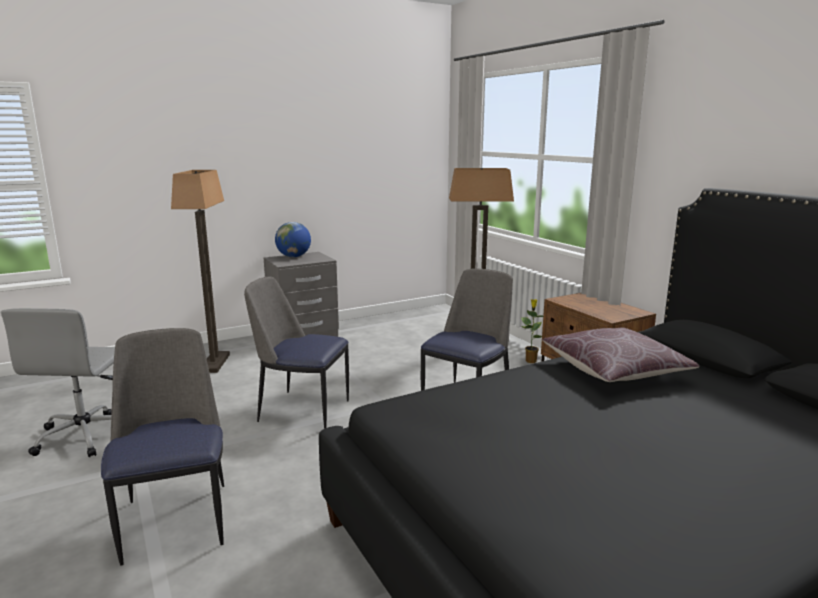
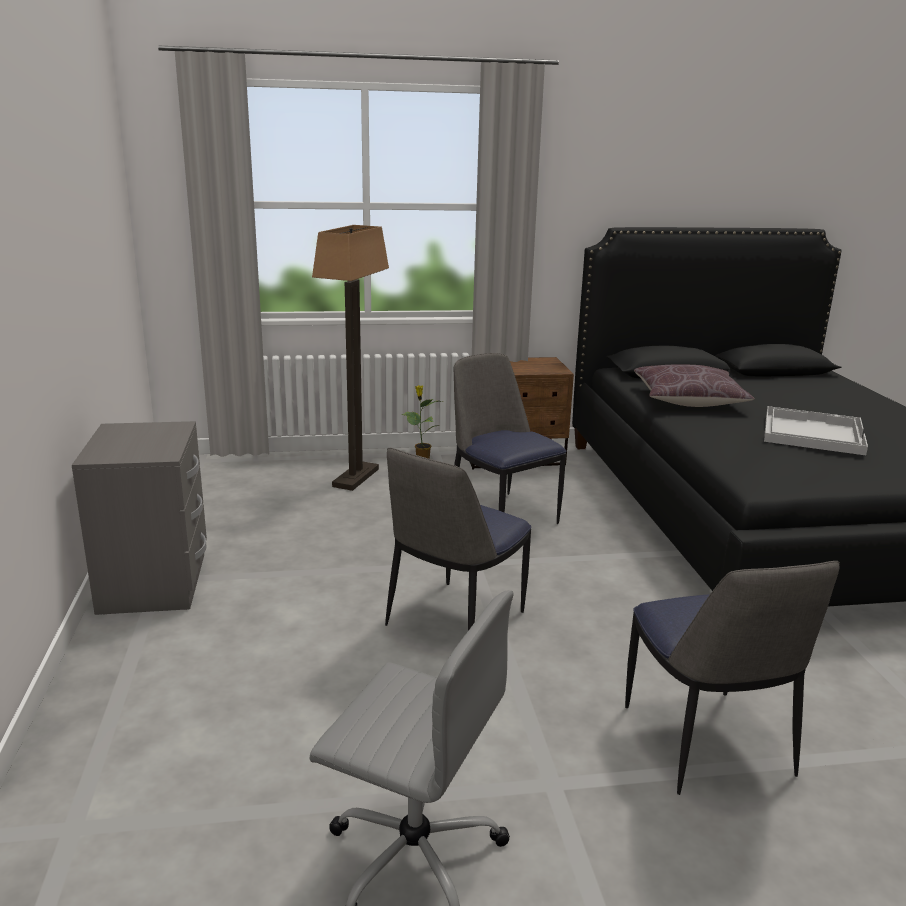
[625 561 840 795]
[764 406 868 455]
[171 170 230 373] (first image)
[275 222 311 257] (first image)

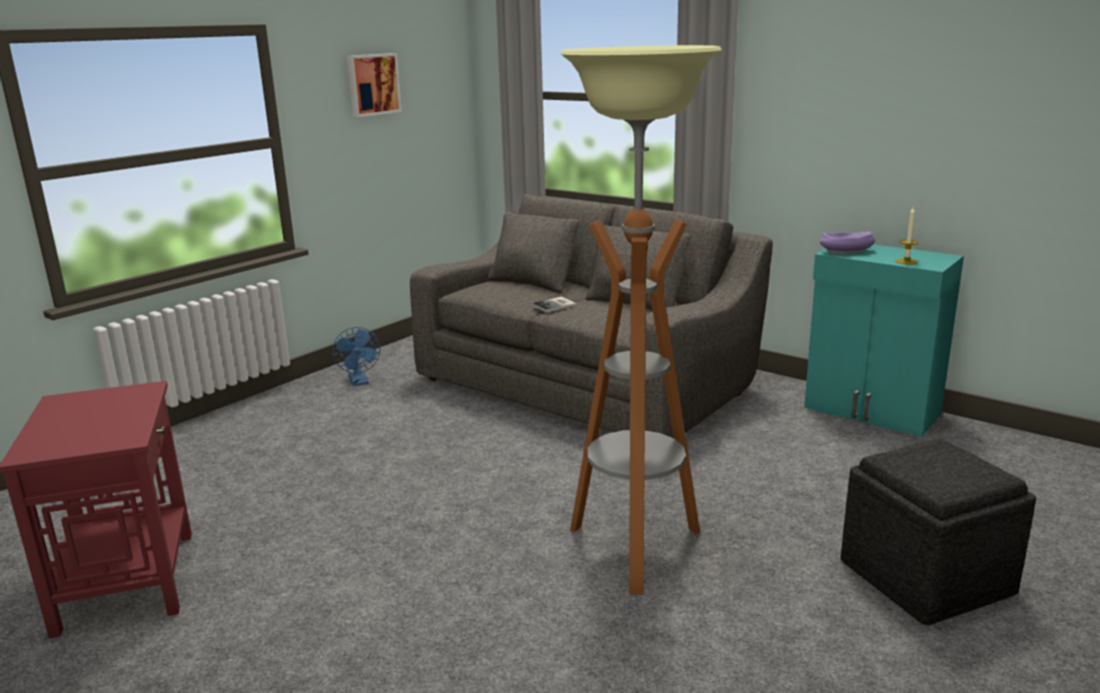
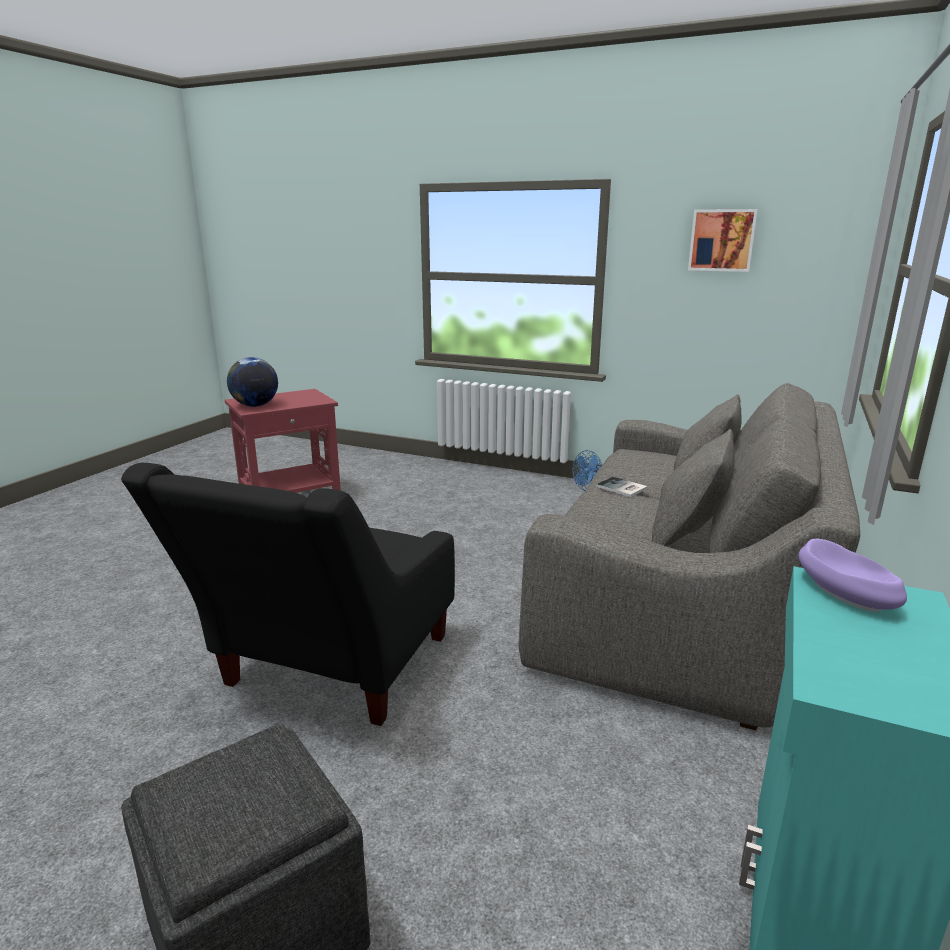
[121 463 455 726]
[227 357 278 407]
[896 207 919 265] (first image)

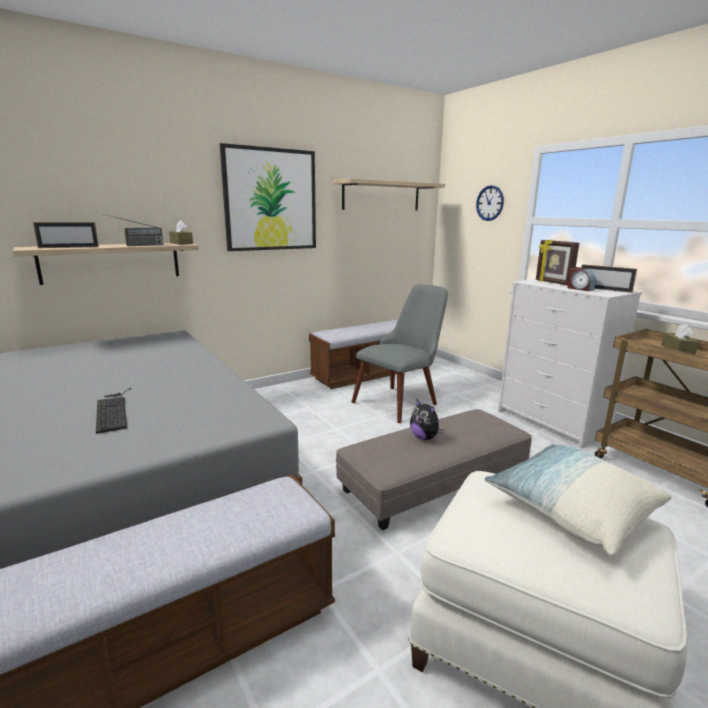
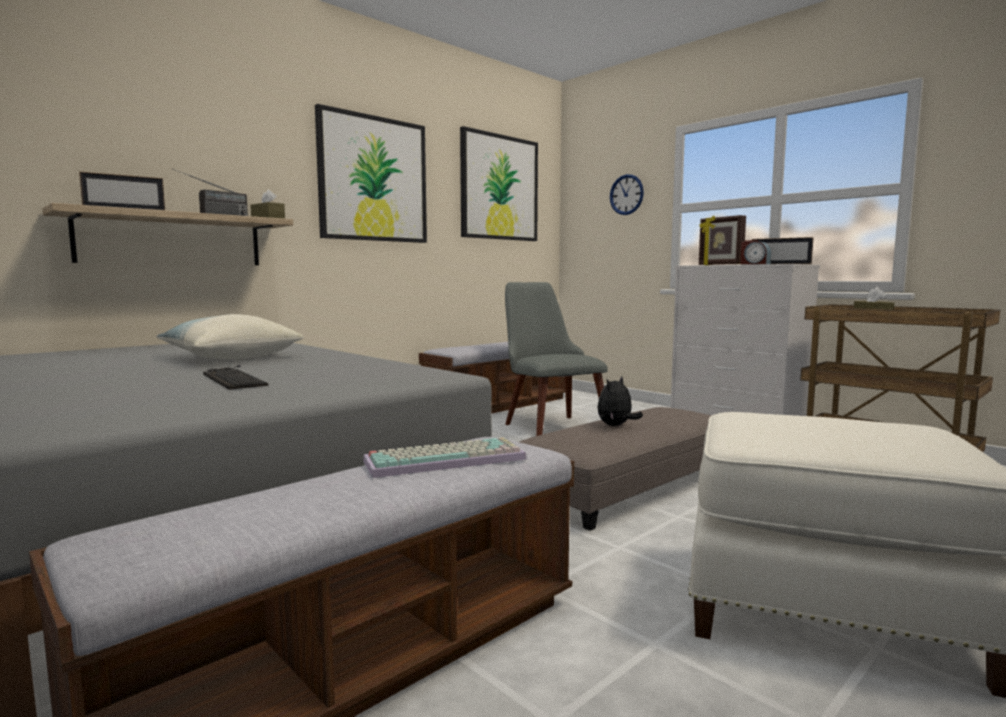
[156 314 304 360]
[363 437 527 478]
[460 126 538 241]
[505 282 608 436]
[597 376 643 426]

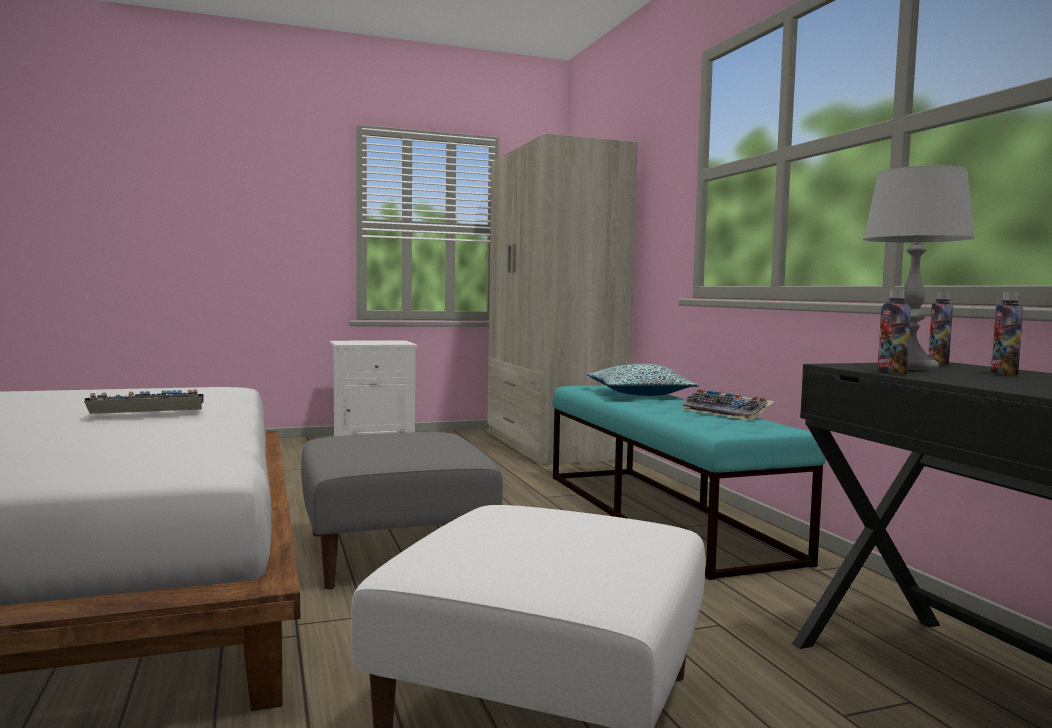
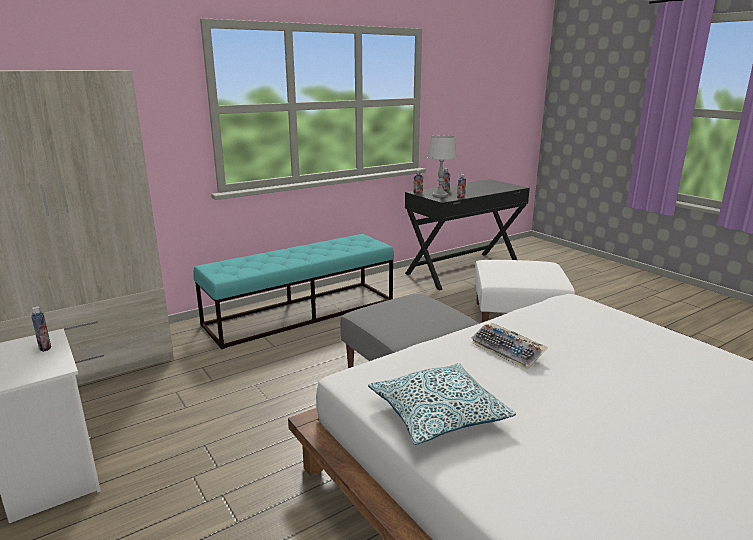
[31 306 51 352]
[368 363 516 445]
[680 389 775 421] (first image)

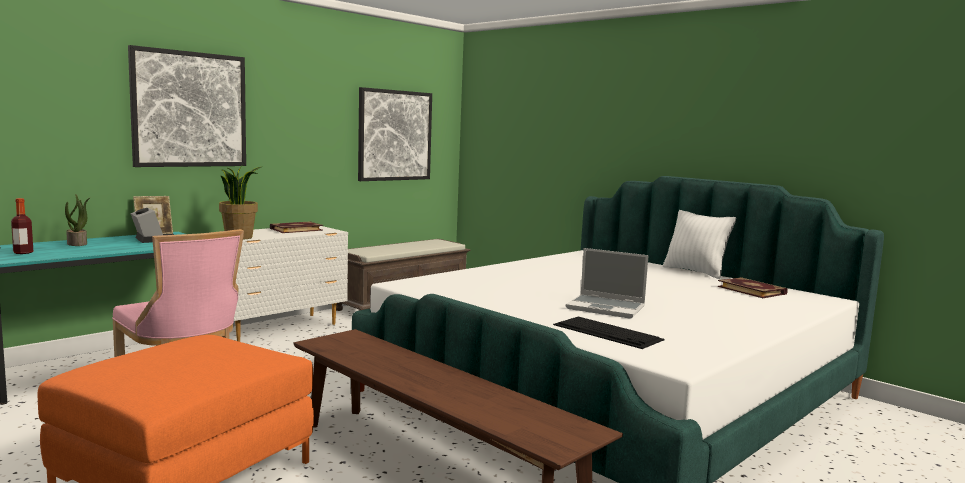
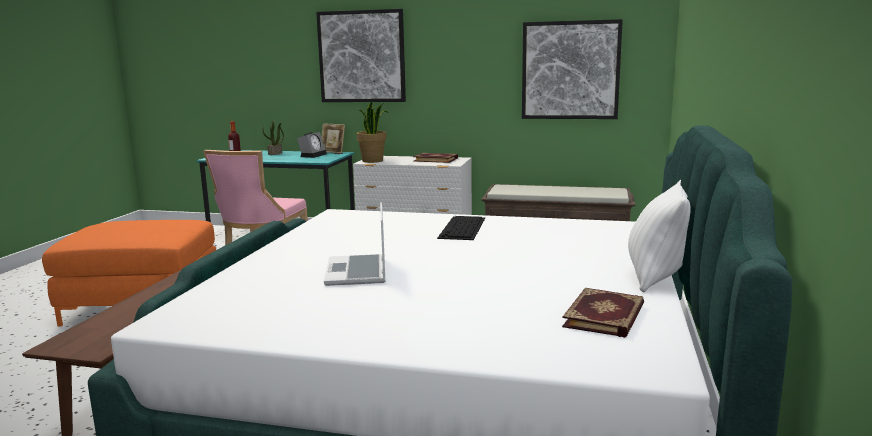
[437 216 485 240]

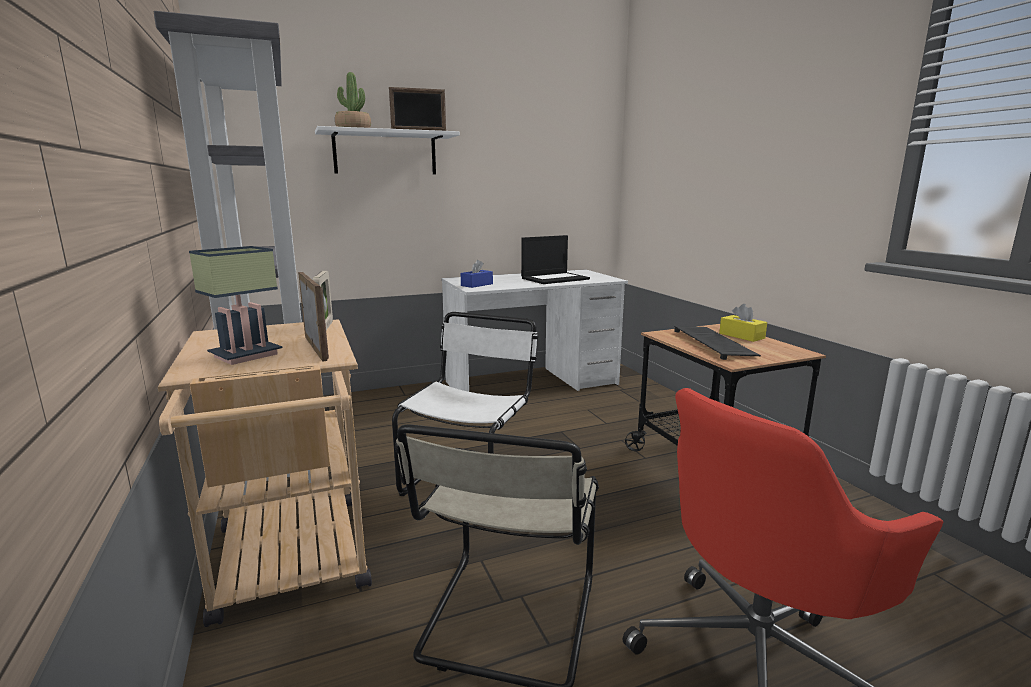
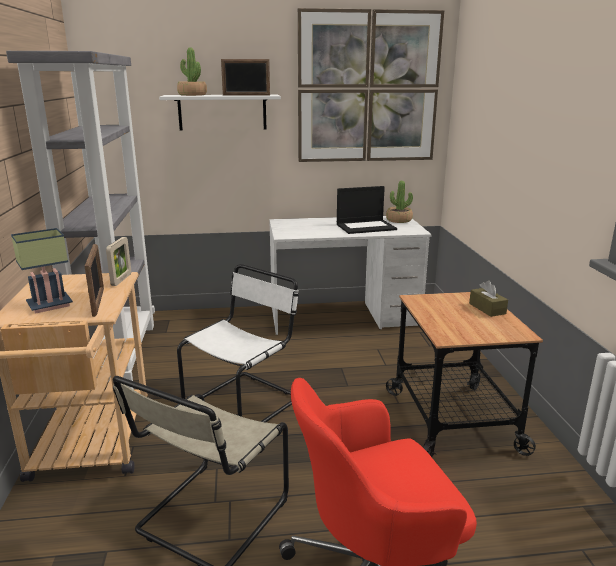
[298 8 444 162]
[386 181 413 223]
[469 280 508 317]
[461 260 493 288] (first image)
[674 326 761 360] (first image)

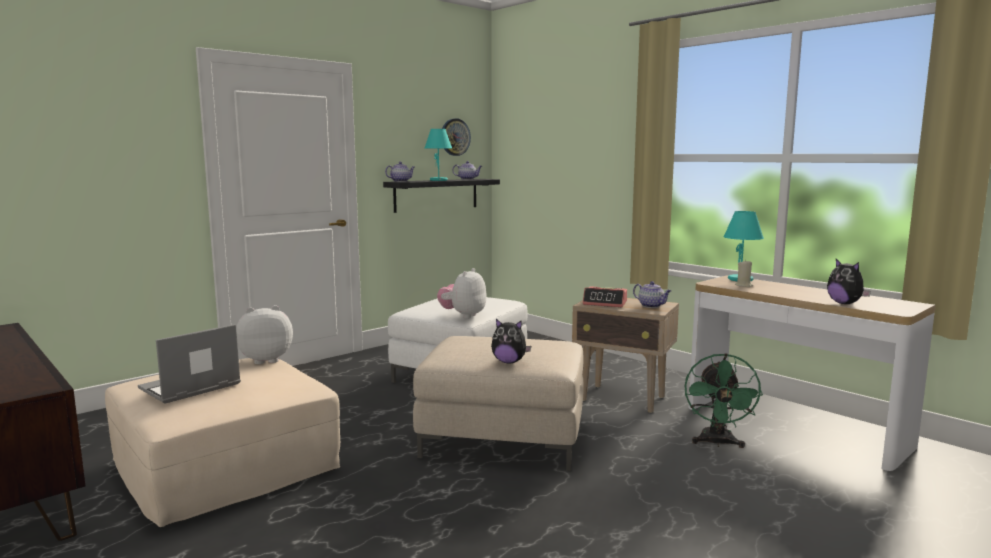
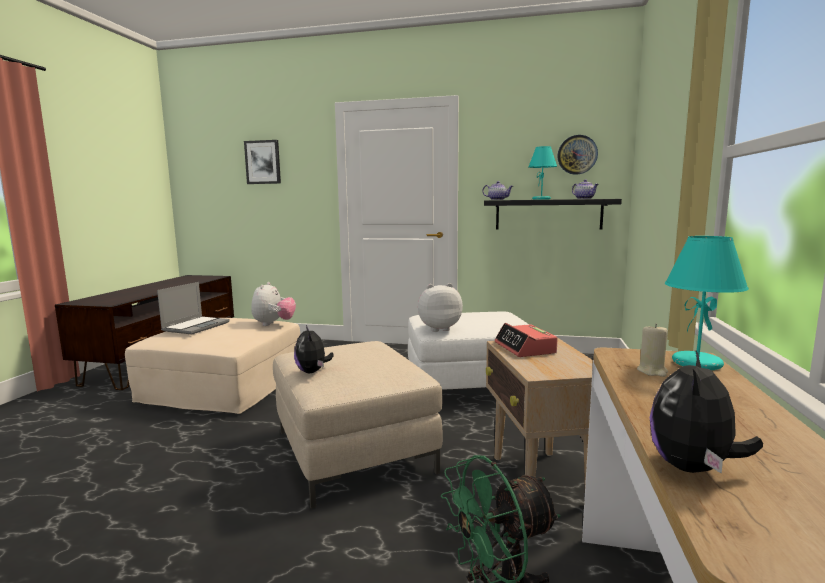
[157 282 230 335]
[244 140 281 184]
[251 282 296 326]
[633 281 671 308] (first image)

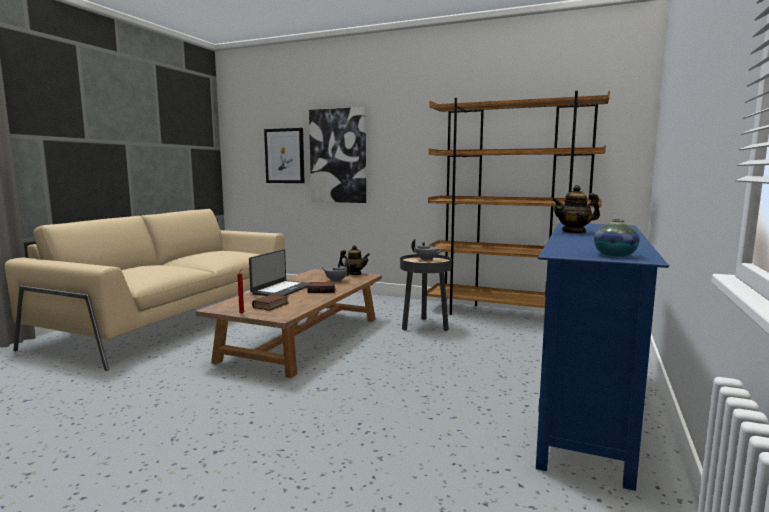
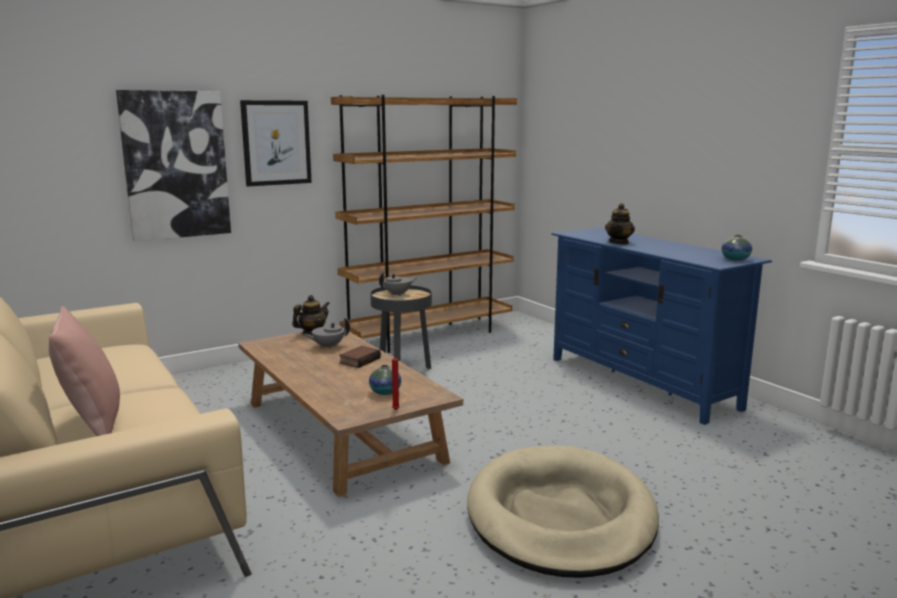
[49 306 120 436]
[240 100 312 186]
[369 365 401 395]
[467 446 659 578]
[249 249 309 296] (first image)

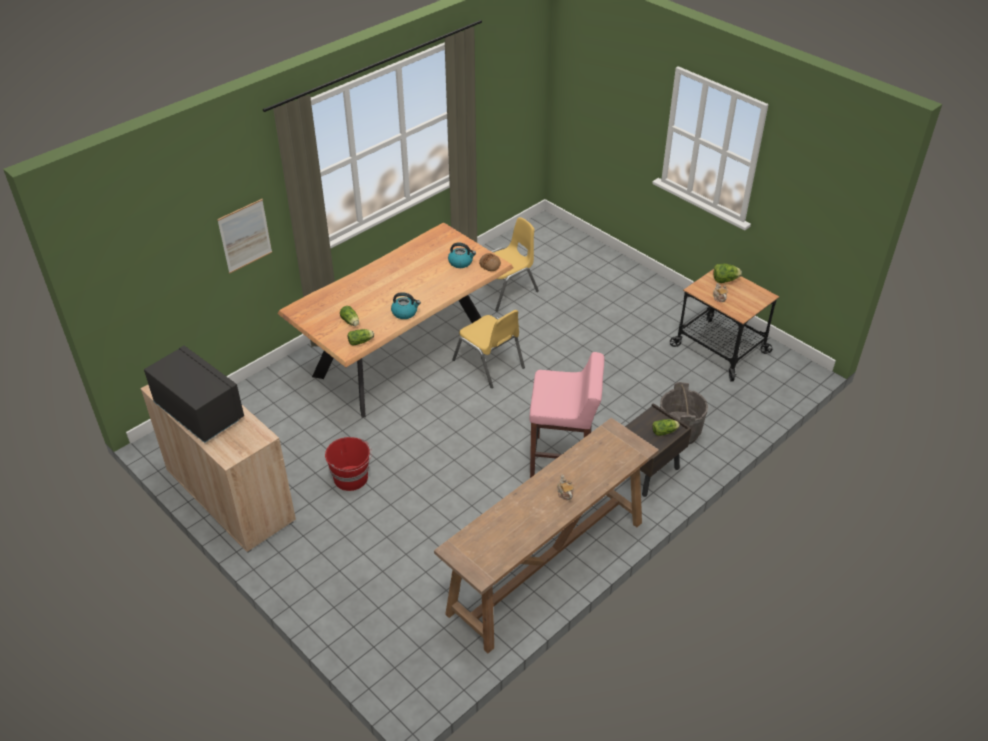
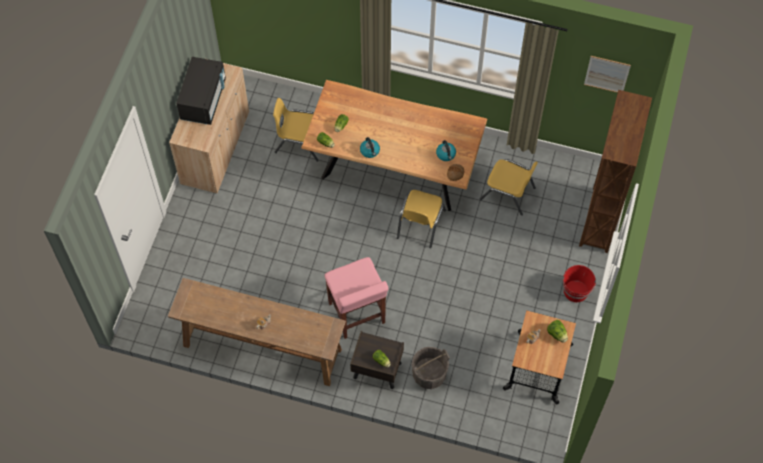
[273 98 319 162]
[563 265 596 302]
[579 90 652 253]
[584 56 631 93]

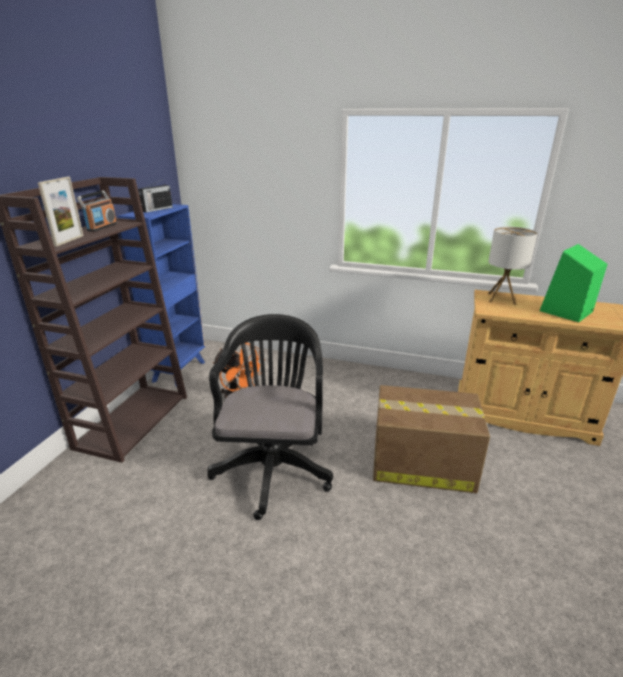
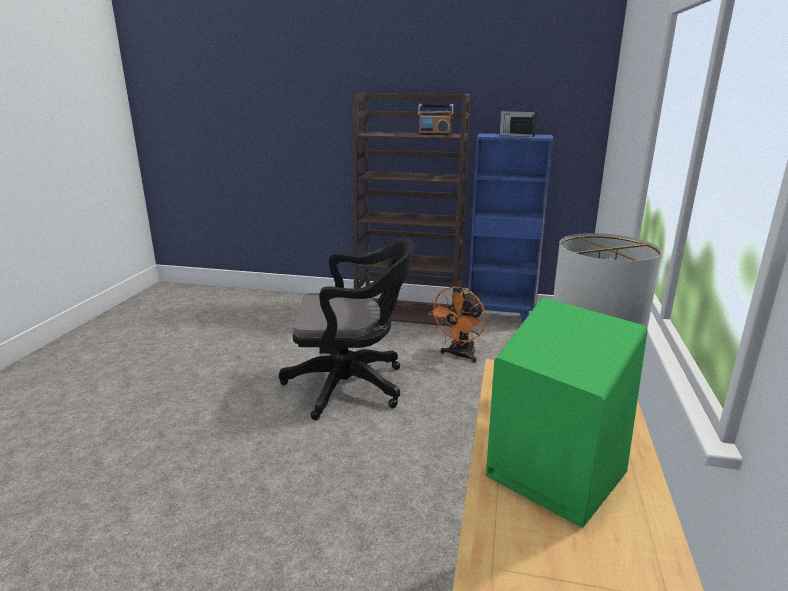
[38 177 84 247] (first image)
[373 385 490 493] (first image)

